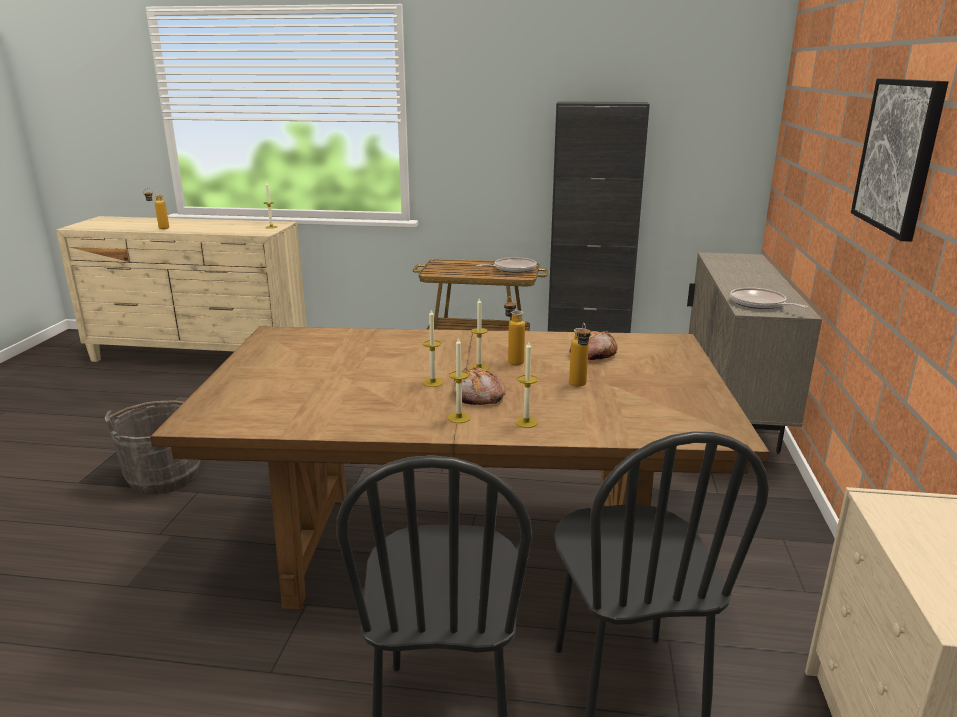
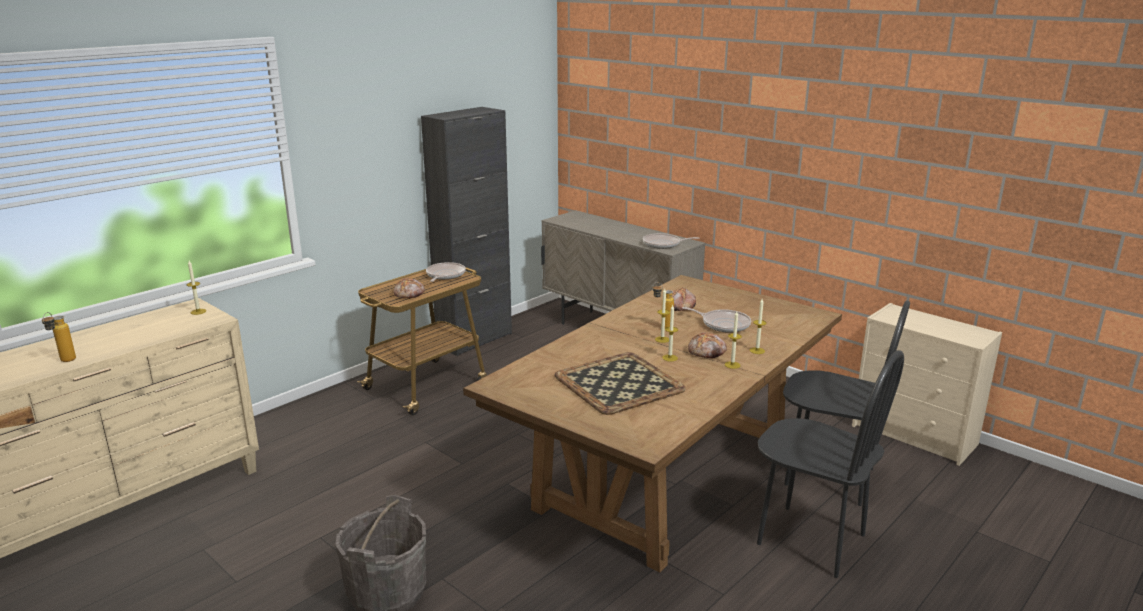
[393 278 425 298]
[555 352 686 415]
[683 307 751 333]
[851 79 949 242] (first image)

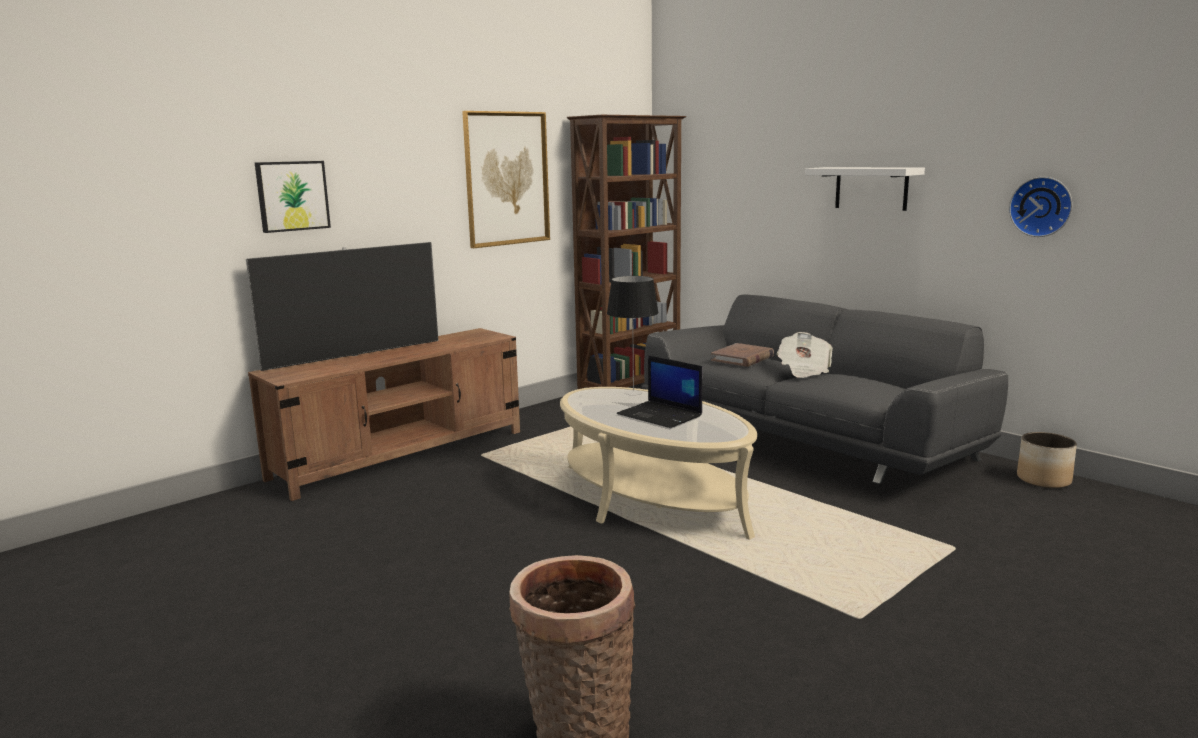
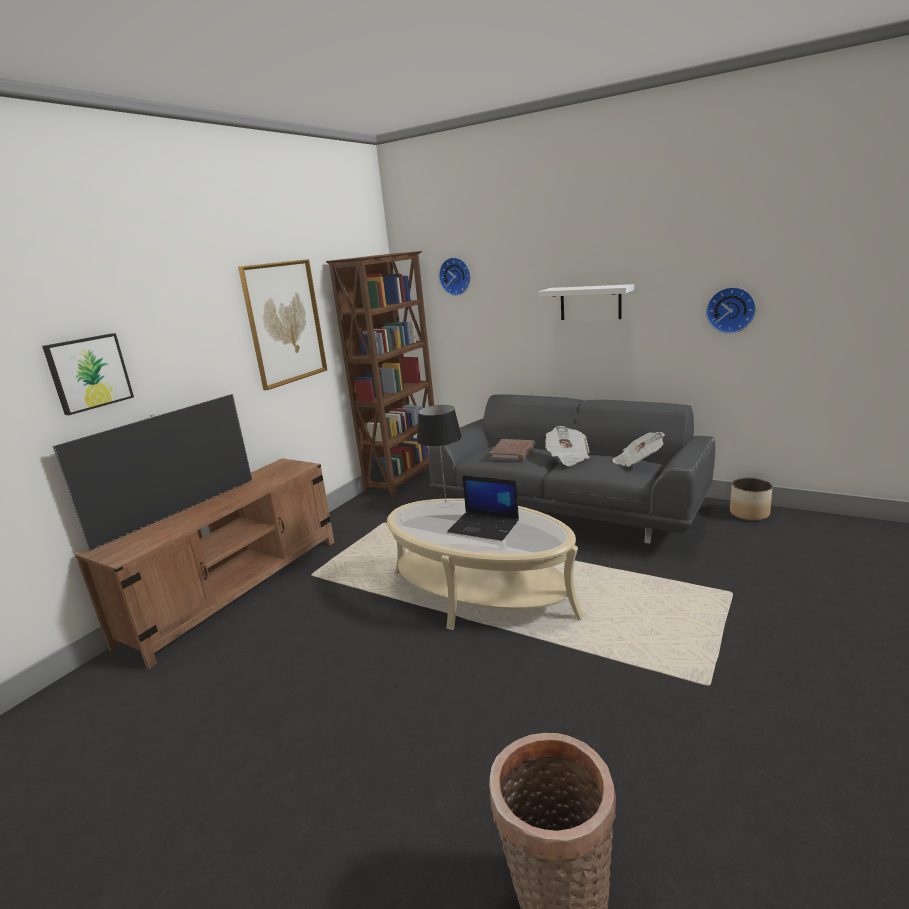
[439 257 471 296]
[612 432 665 467]

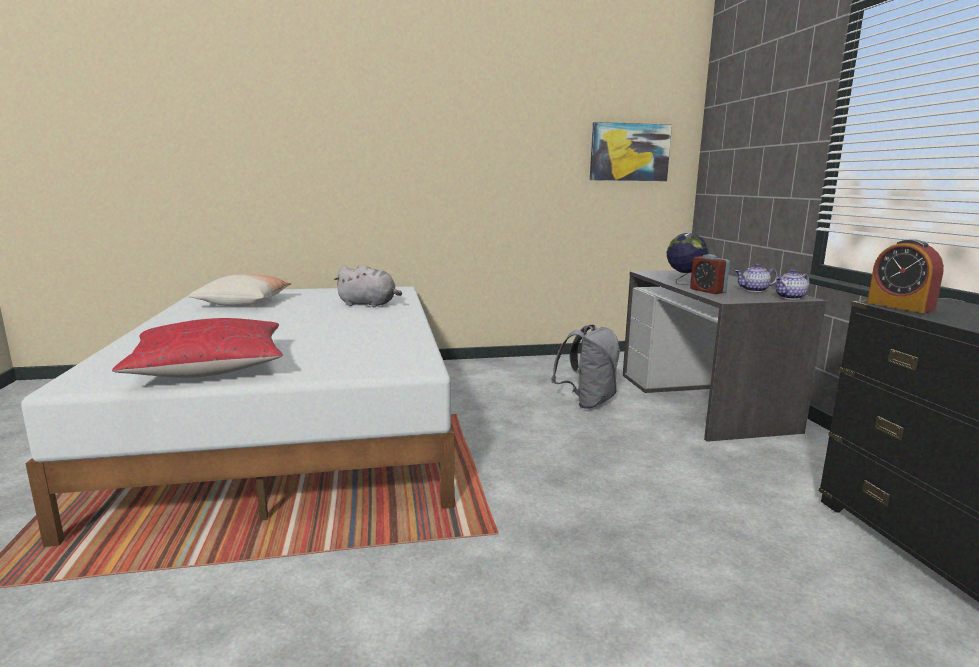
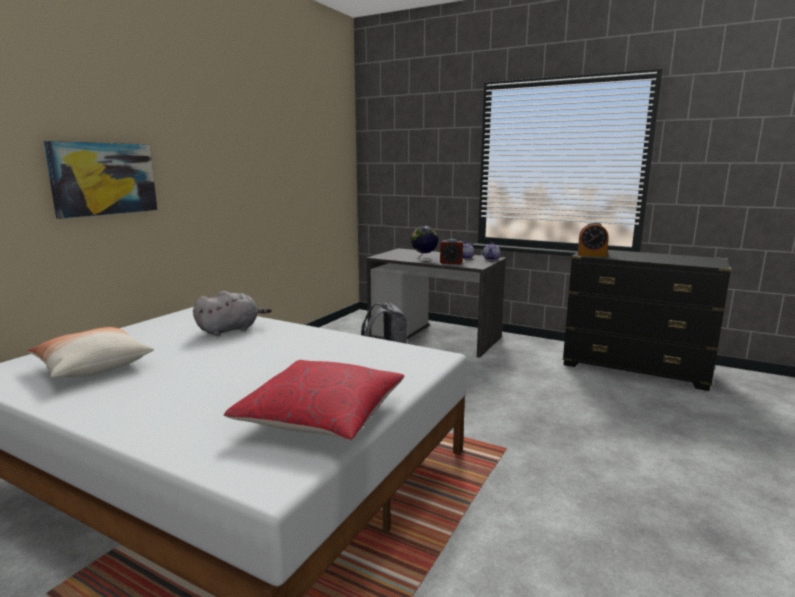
[43 141 157 219]

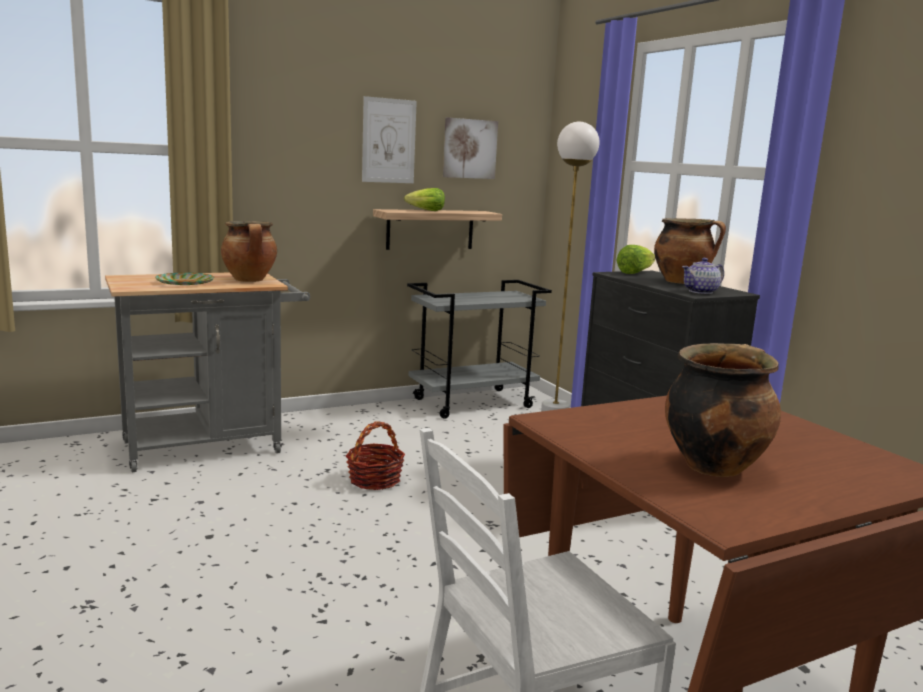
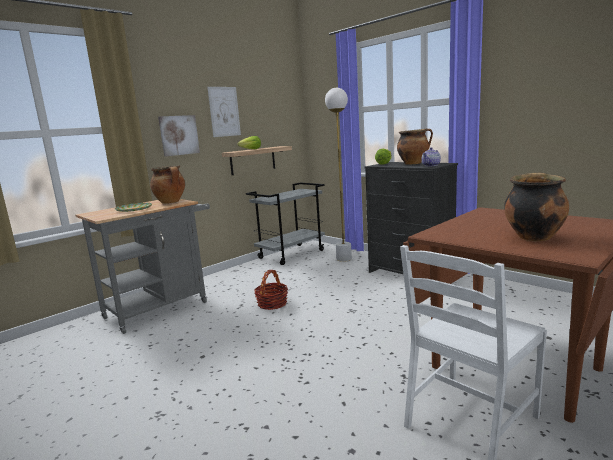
[158 115 200 157]

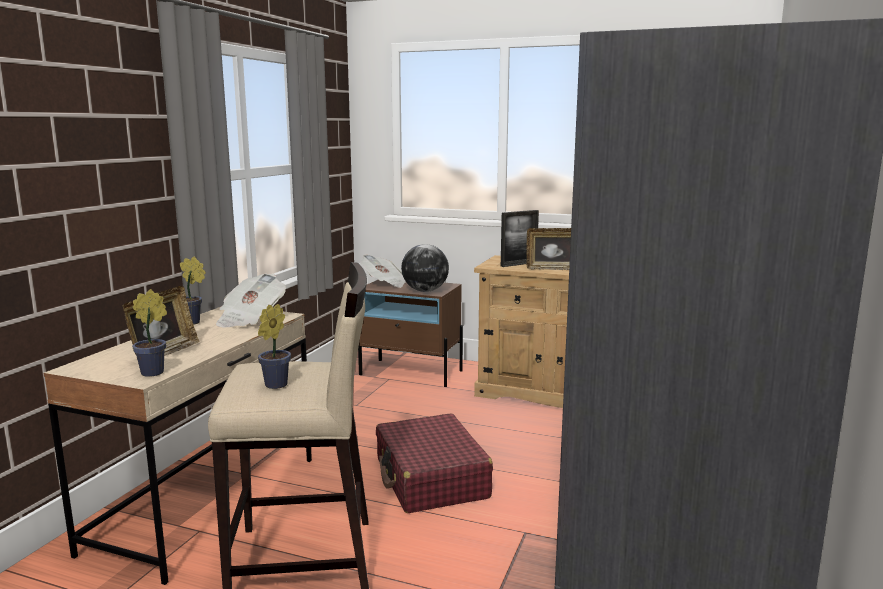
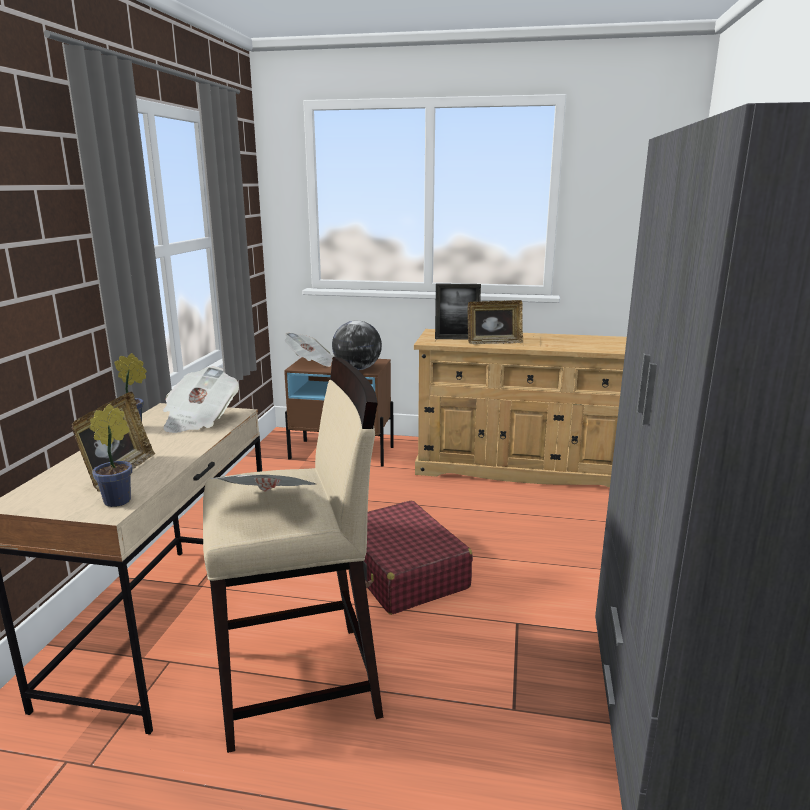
[210 475 316 492]
[435 283 481 340]

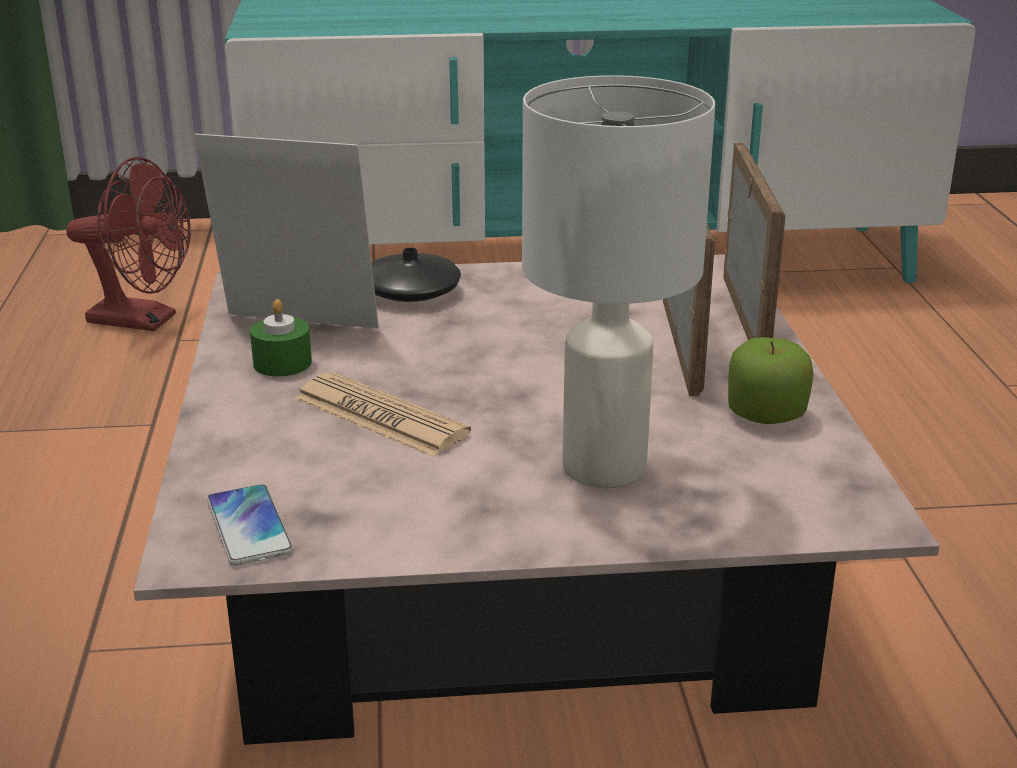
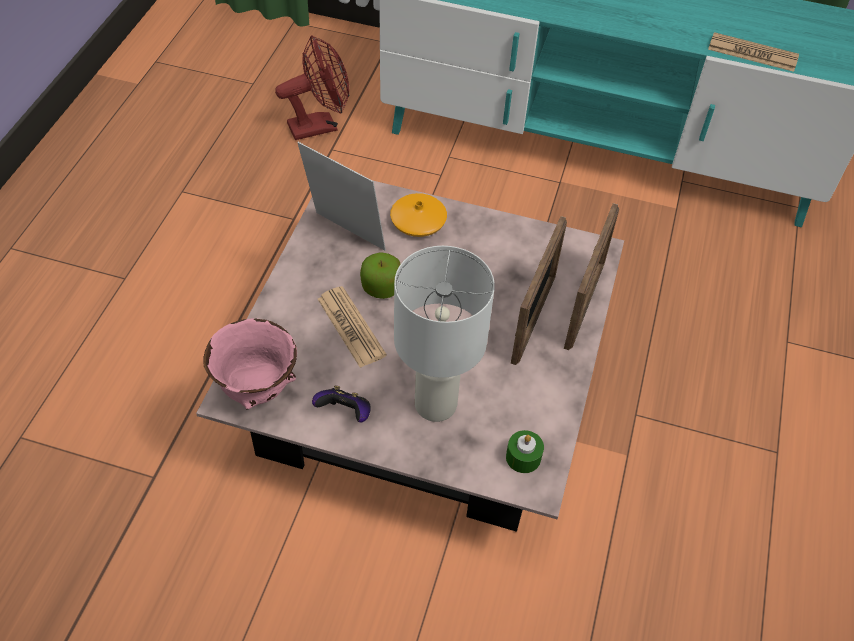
[203 318 297 410]
[275 35 349 140]
[312 385 371 422]
[360 252 401 299]
[390 193 447 237]
[506 430 544 473]
[708 32 799 72]

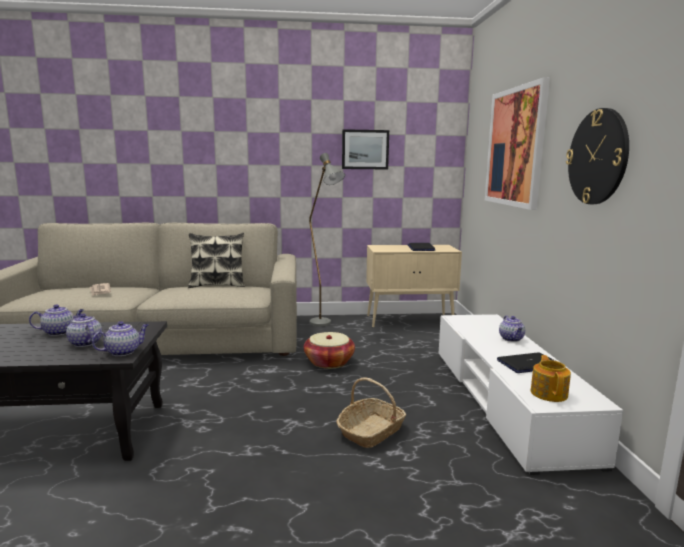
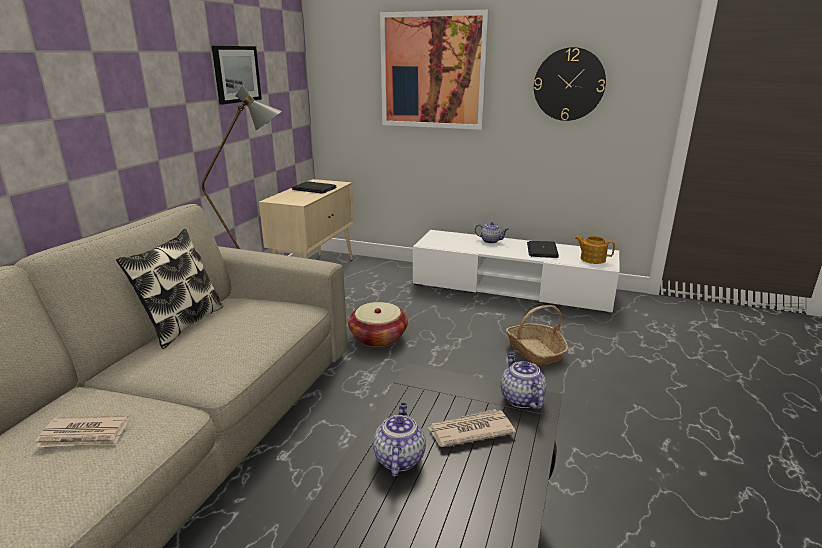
[428 409 516 447]

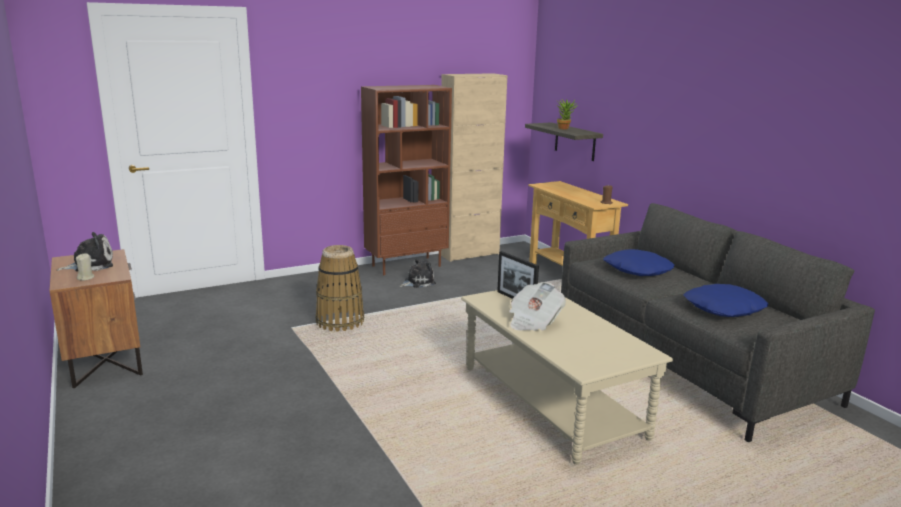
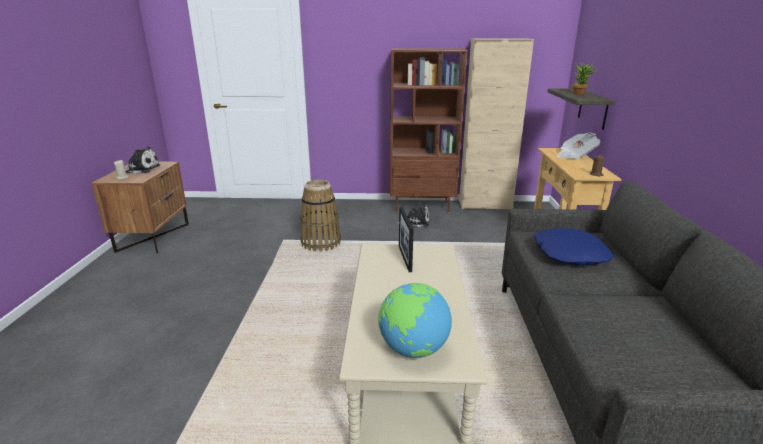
[378 283 452 358]
[556 133 600 159]
[684 284 768 317] (first image)

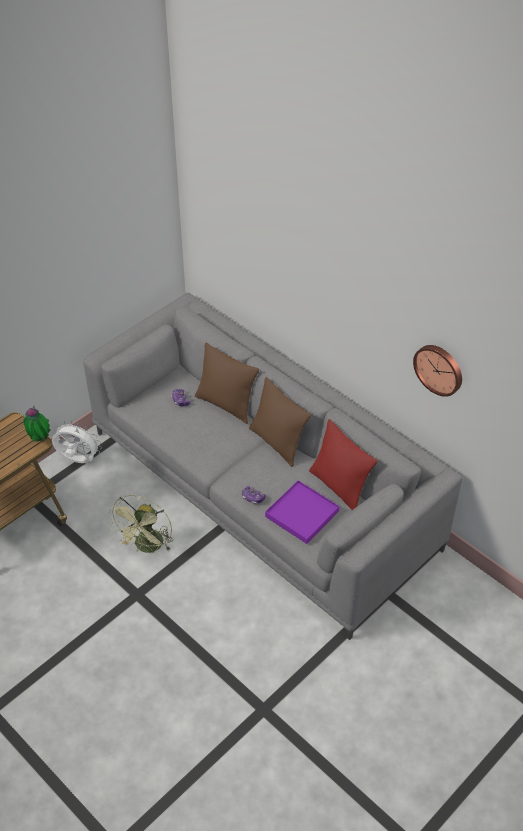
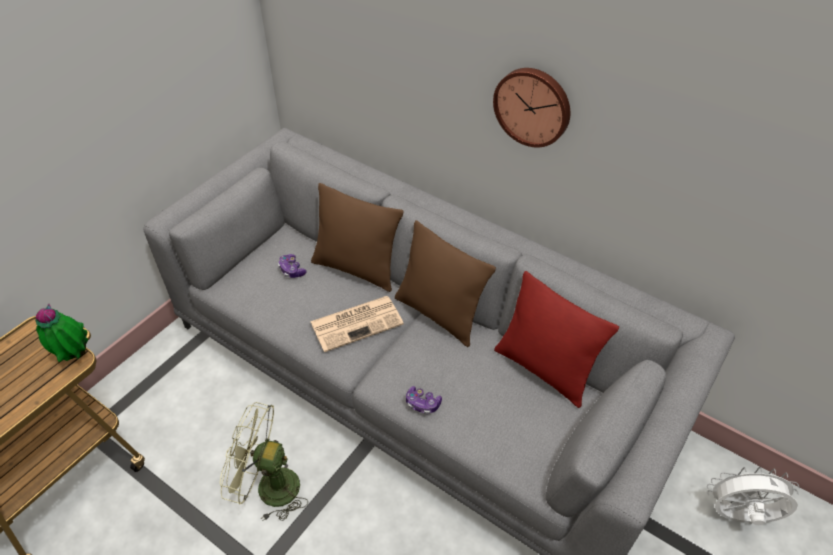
[220 402 308 521]
[310 296 404 352]
[493 68 570 147]
[707 467 800 525]
[265 480 339 544] (first image)

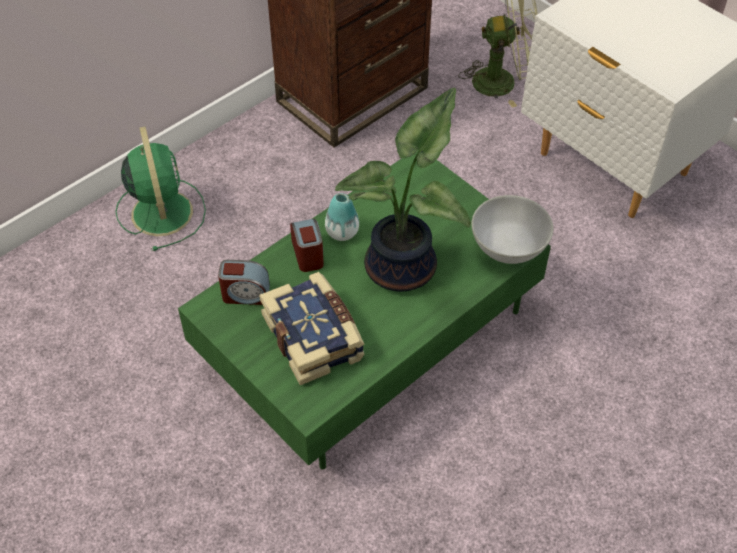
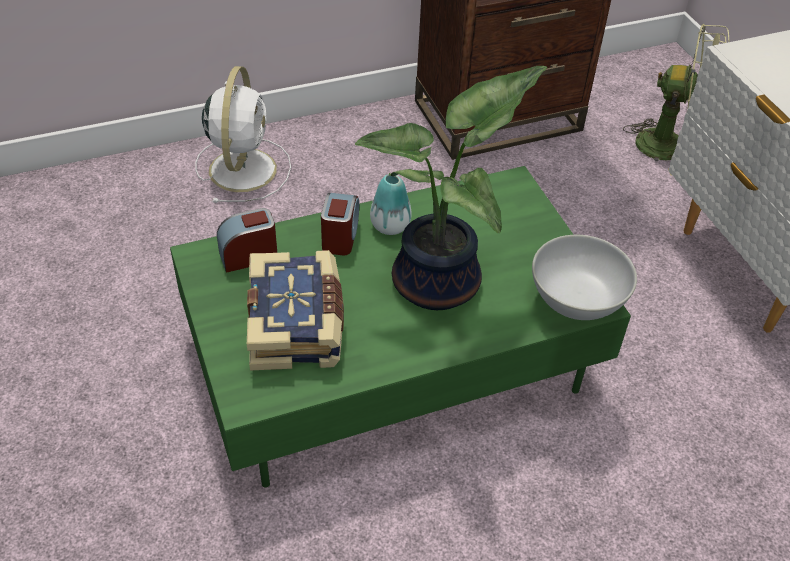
[195 66 291 203]
[217 208 277 273]

